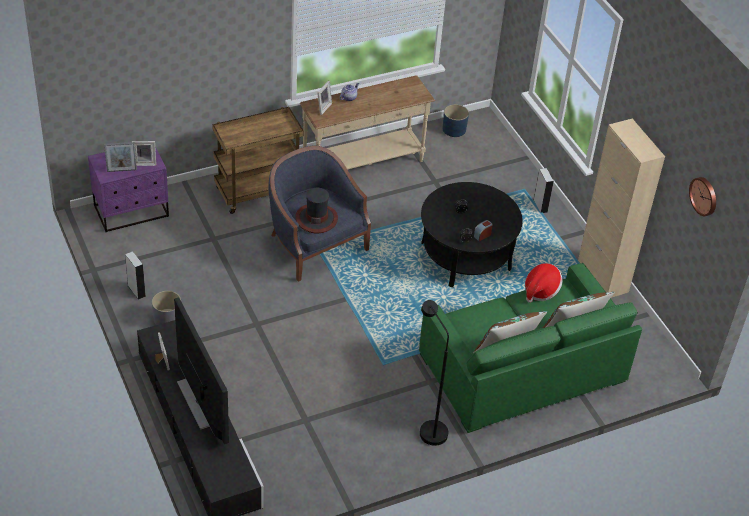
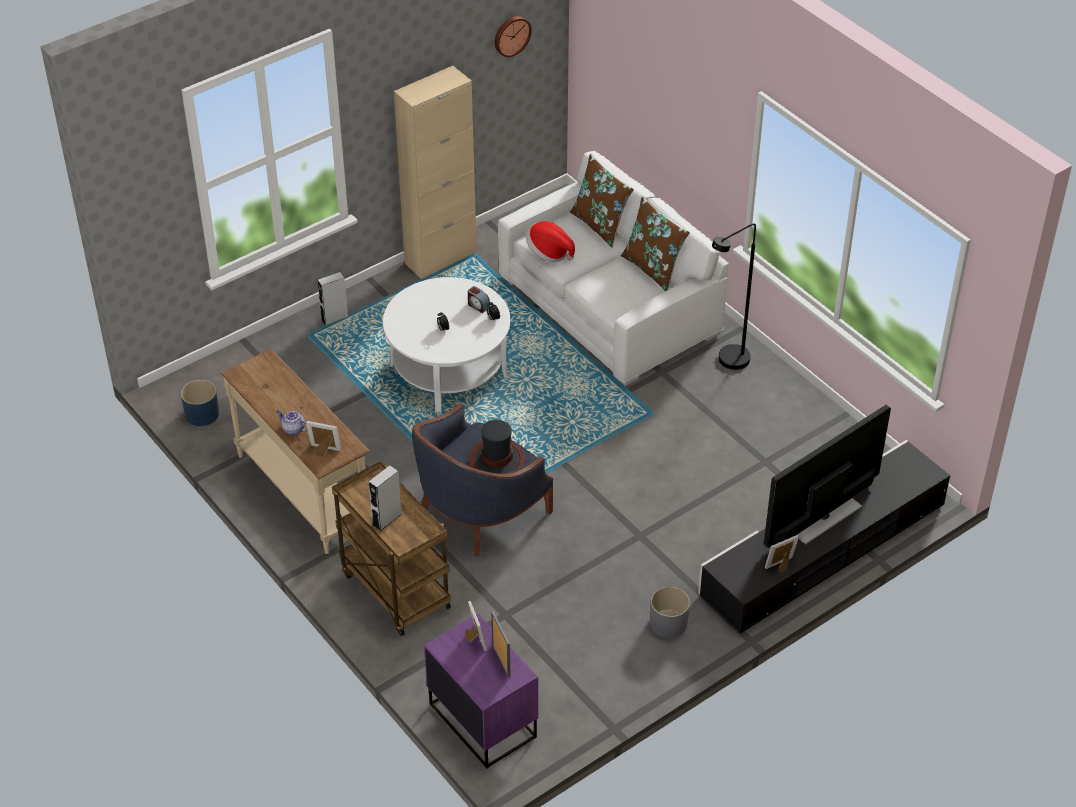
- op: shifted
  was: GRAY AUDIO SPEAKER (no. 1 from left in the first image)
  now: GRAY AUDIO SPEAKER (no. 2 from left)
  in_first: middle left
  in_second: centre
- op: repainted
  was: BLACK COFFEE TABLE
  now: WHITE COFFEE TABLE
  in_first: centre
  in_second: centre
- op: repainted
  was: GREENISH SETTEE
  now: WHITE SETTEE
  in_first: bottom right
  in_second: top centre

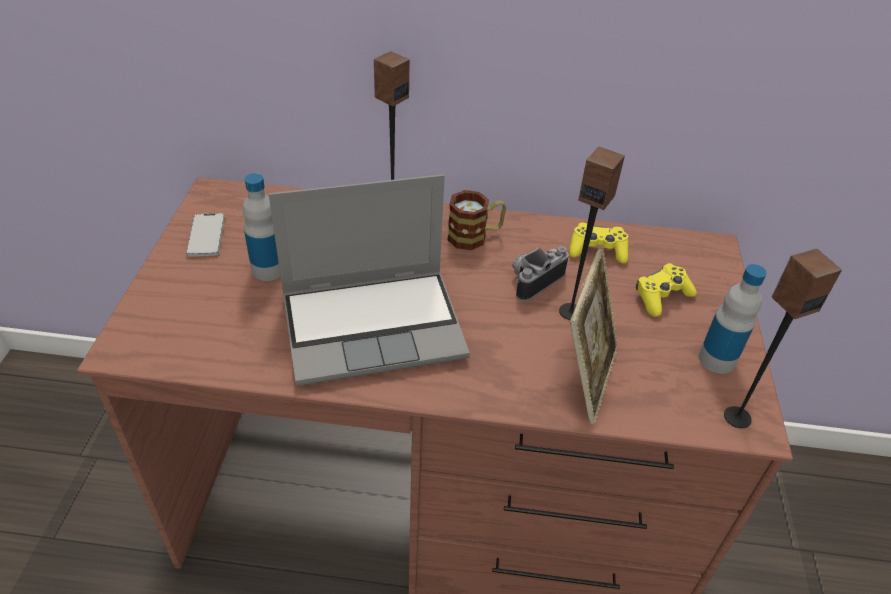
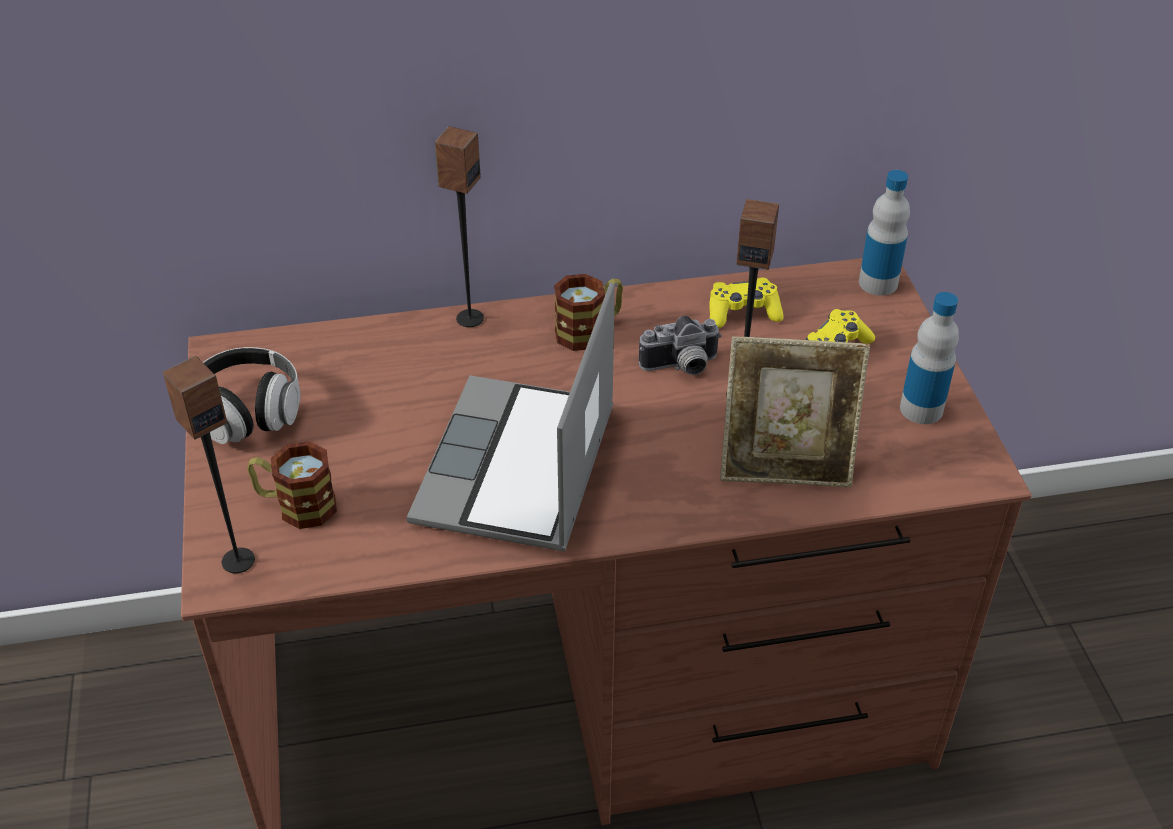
- op: shifted
  was: AUDIO SPEAKER (no. 3 from left in the first image)
  now: AUDIO SPEAKER (no. 1 from left)
  in_first: middle right
  in_second: middle left
- op: swapped
  was: PHONE
  now: HEADPHONES
  in_first: middle left
  in_second: middle left
- op: new
  now: COFFEE MUG (no. 1 from left)
  in_second: middle left
- op: rotated
  was: PORTABLE COMPUTER
  in_first: centre
  in_second: centre
  clockwise: 135
- op: rotated
  was: PHOTO CAMERA
  in_first: centre
  in_second: centre
  clockwise: -135
- op: rotated
  was: PHOTO FRAME
  in_first: middle right
  in_second: middle right
  clockwise: 90
- op: shifted
  was: DRINK BOTTLE (no. 1 from left)
  in_first: middle left
  in_second: top right

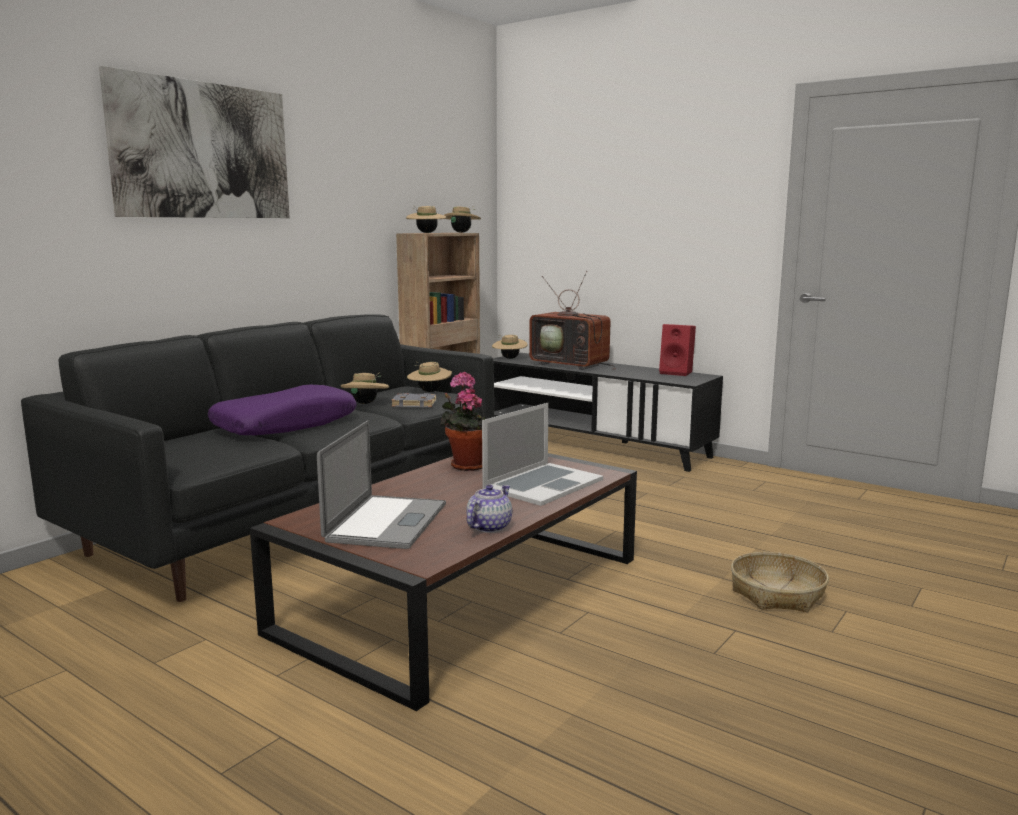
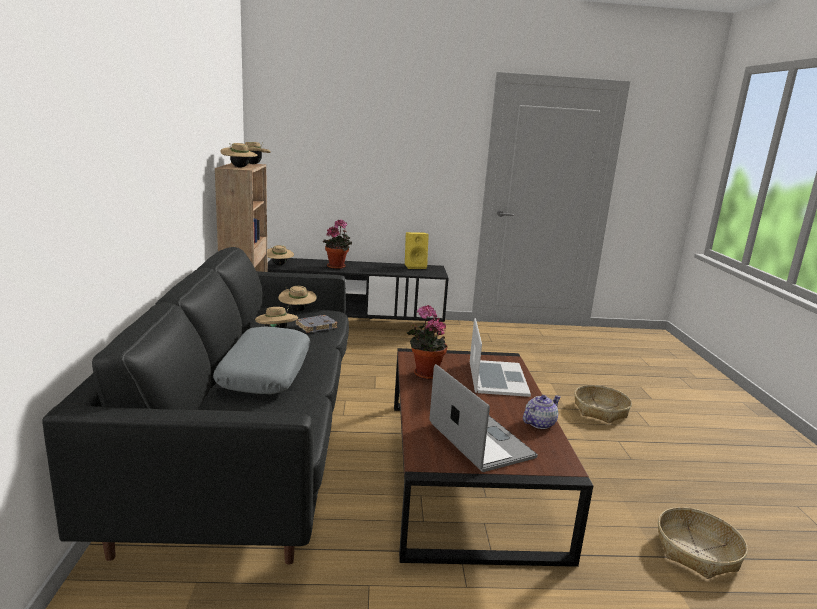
- op: repainted
  was: PURPLISH CUSHION
  now: GRAY CUSHION
  in_first: middle left
  in_second: middle left
- op: swapped
  was: TV
  now: POTTED PLANT (no. 1 from left)
  in_first: centre
  in_second: centre
- op: repainted
  was: RED-COLOURED AUDIO SPEAKER
  now: YELLOWISH AUDIO SPEAKER
  in_first: centre
  in_second: centre
- op: rotated
  was: TEA POT
  in_first: centre
  in_second: bottom centre
  clockwise: 60
- op: new
  now: HOUSEHOLD BASKET (no. 2 from left)
  in_second: bottom right
- op: gone
  was: PICTURE
  in_first: top left

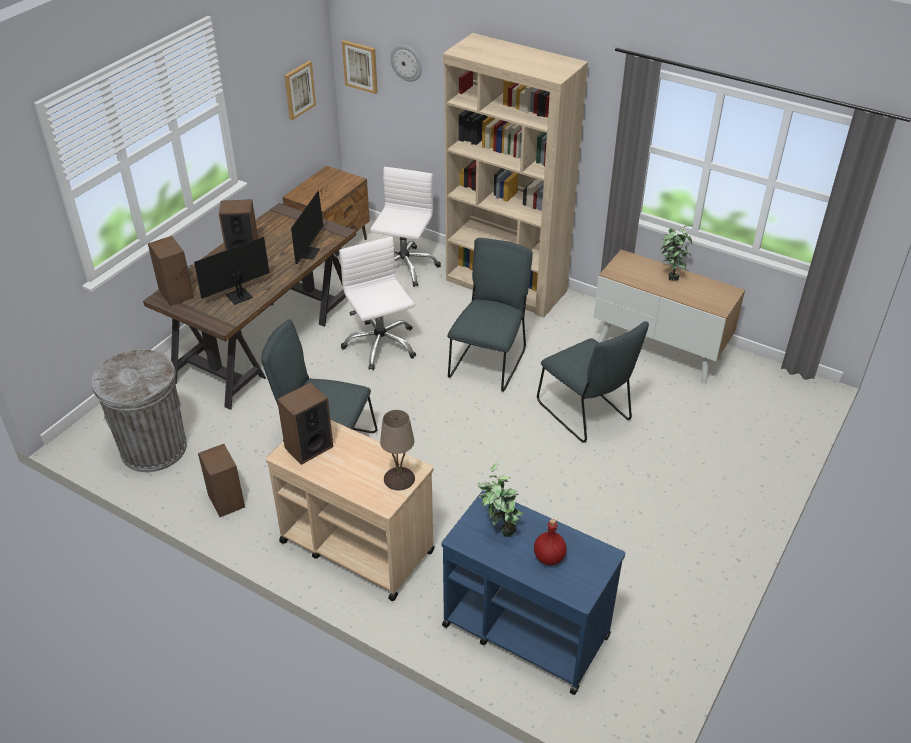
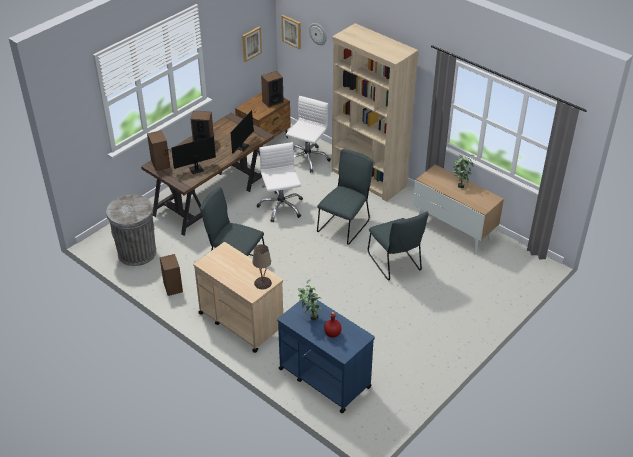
- op: shifted
  was: AUDIO SPEAKER (no. 4 from left)
  in_first: centre
  in_second: top centre

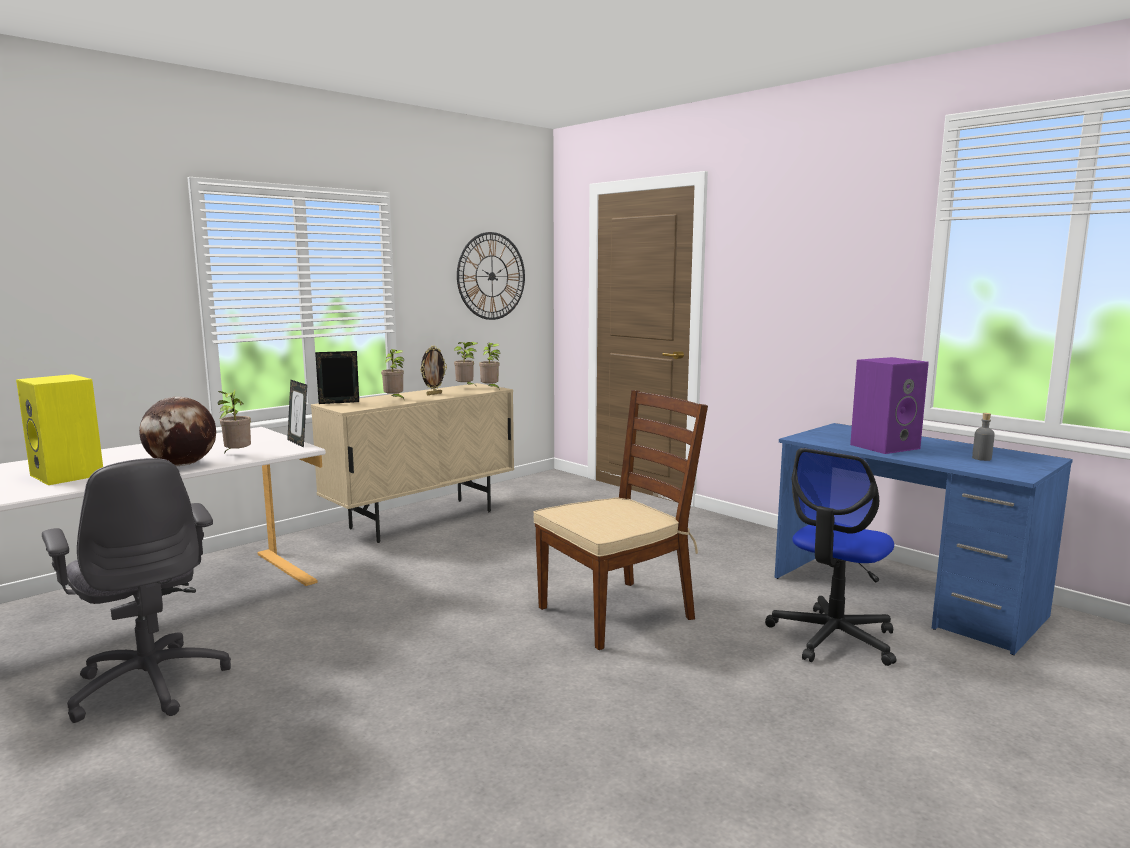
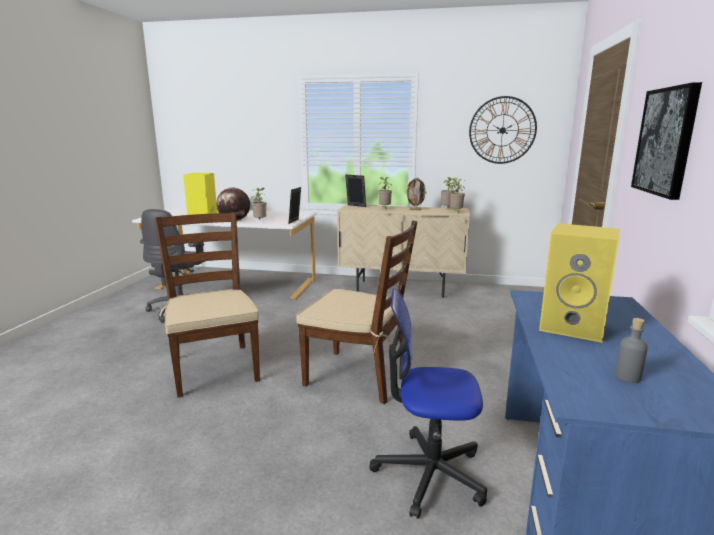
- op: new
  now: BROWN PLAIN CHAIR (no. 1 from left)
  in_second: middle left
- op: repainted
  was: PURPLISH AUDIO SPEAKER
  now: YELLOWISH AUDIO SPEAKER (no. 2 from left)
  in_first: middle right
  in_second: middle right
- op: new
  now: PICTURE
  in_second: top right

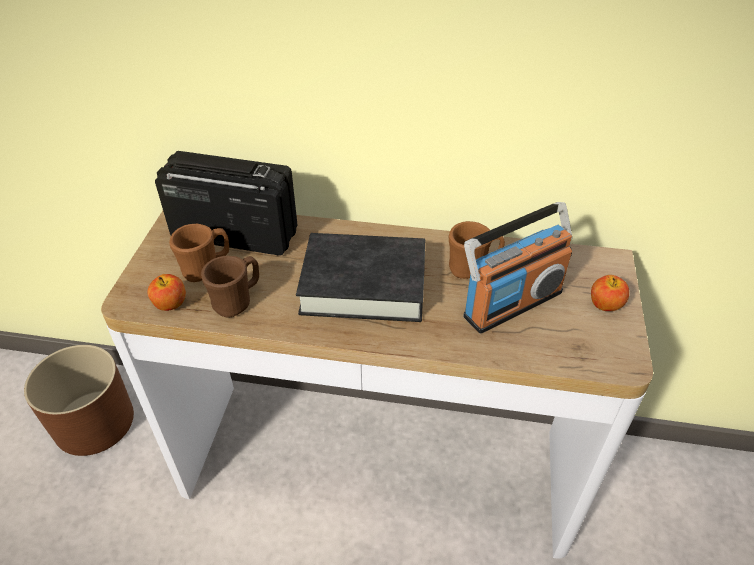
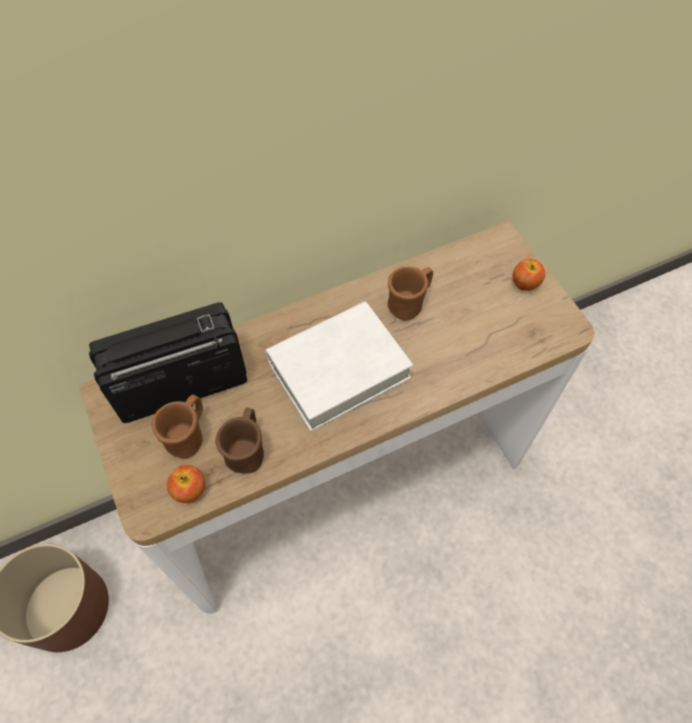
- op: repainted
  was: BLACK BOOK
  now: WHITE BOOK
  in_first: centre
  in_second: centre
- op: gone
  was: RADIO (no. 2 from left)
  in_first: middle right

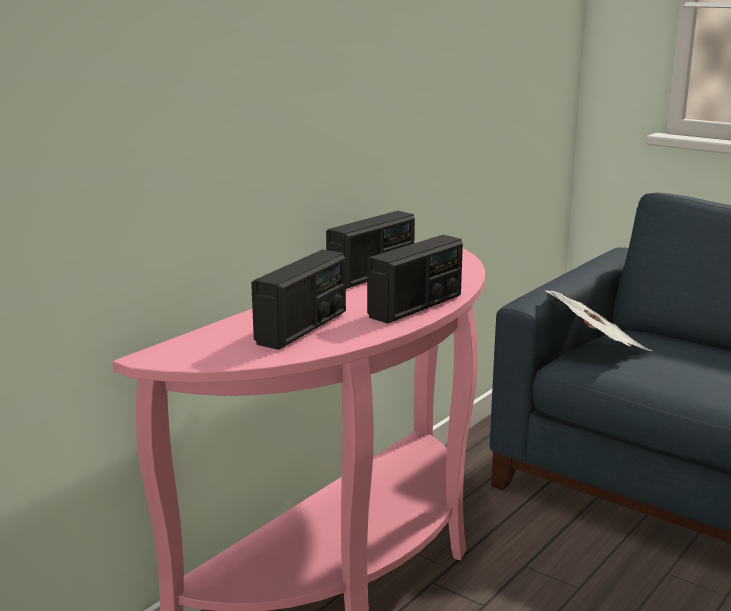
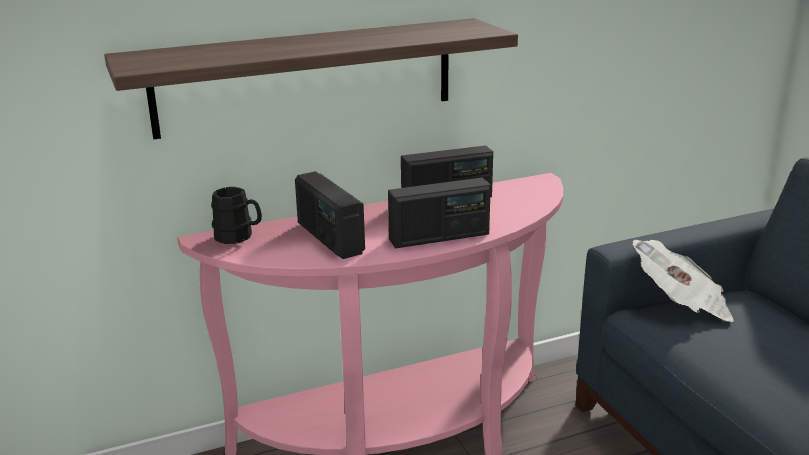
- op: new
  now: BRACKET SHELF
  in_second: top centre
- op: new
  now: BLACK COFFEE MUG
  in_second: middle left
- op: rotated
  was: RADIO (no. 1 from left)
  in_first: centre
  in_second: centre
  clockwise: 90

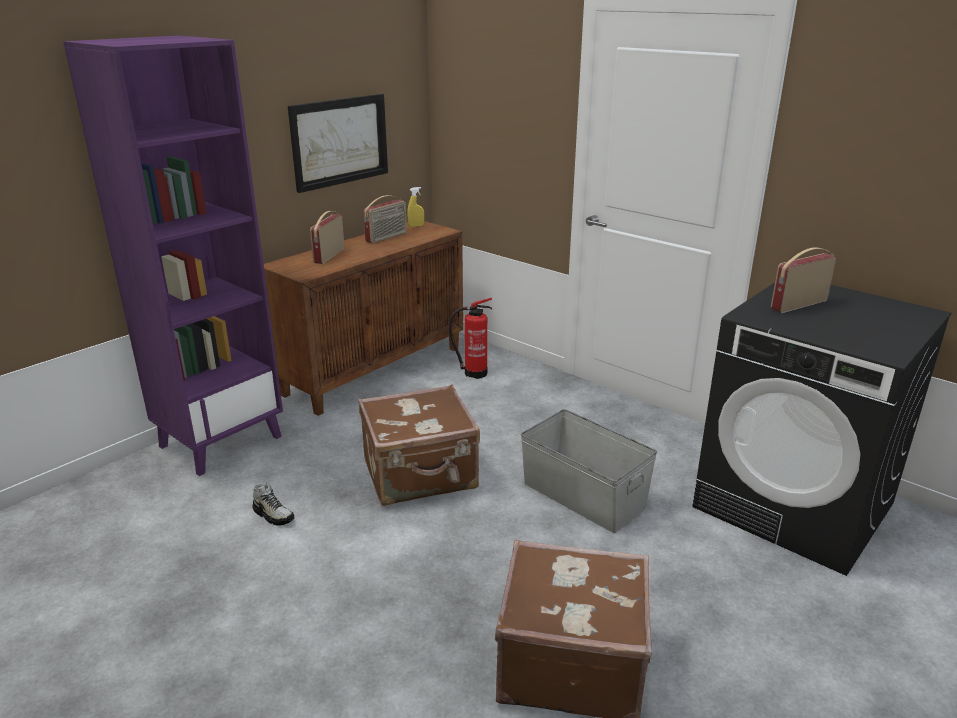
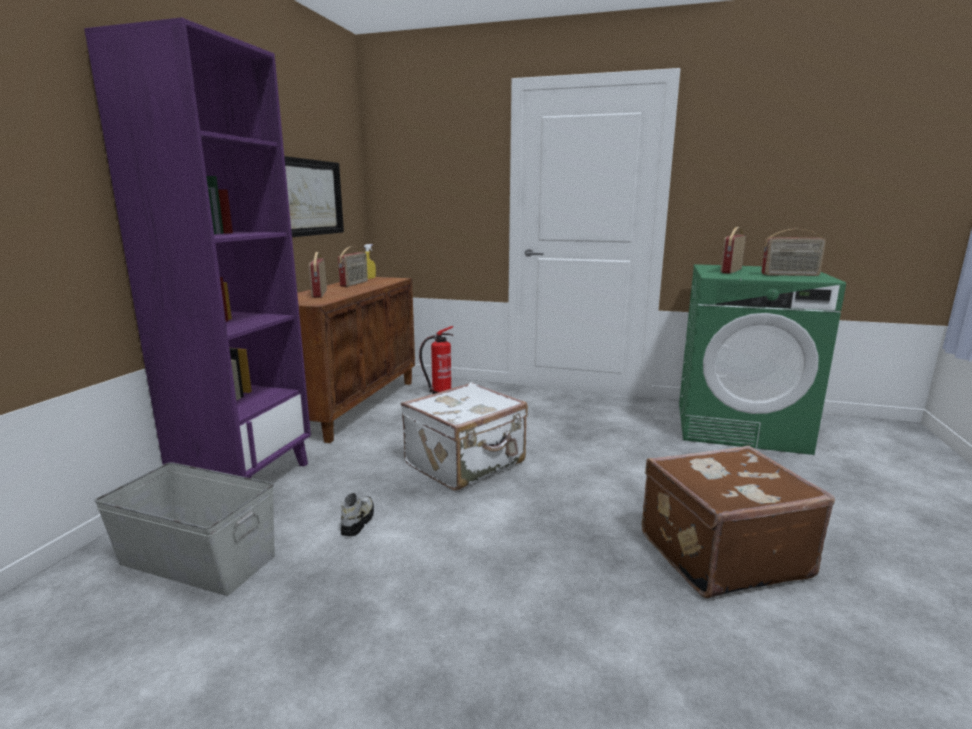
- op: shifted
  was: GRAY STORAGE CONTAINER
  in_first: centre
  in_second: bottom left
- op: rotated
  was: LOW SHOE
  in_first: bottom left
  in_second: bottom centre
  clockwise: -90
- op: repainted
  was: BROWN SUITCASE (no. 1 from left)
  now: WHITE SUITCASE
  in_first: centre
  in_second: centre
- op: repainted
  was: BLACK LAUNDRY APPLIANCE
  now: GREENISH LAUNDRY APPLIANCE
  in_first: middle right
  in_second: middle right
- op: new
  now: RADIO (no. 4 from left)
  in_second: middle right

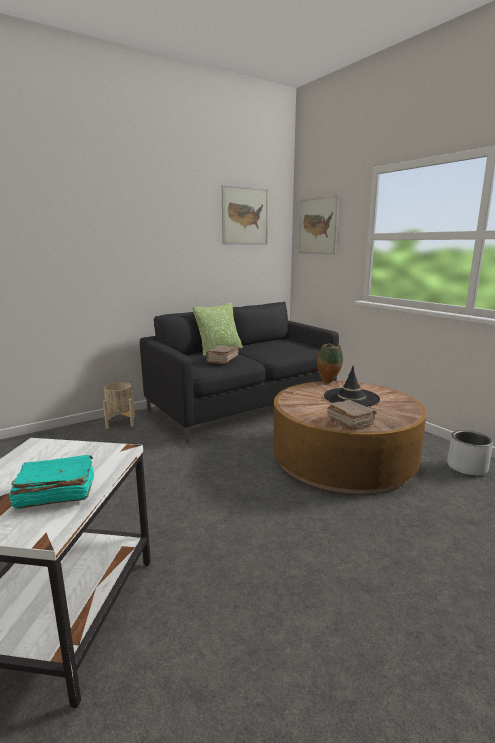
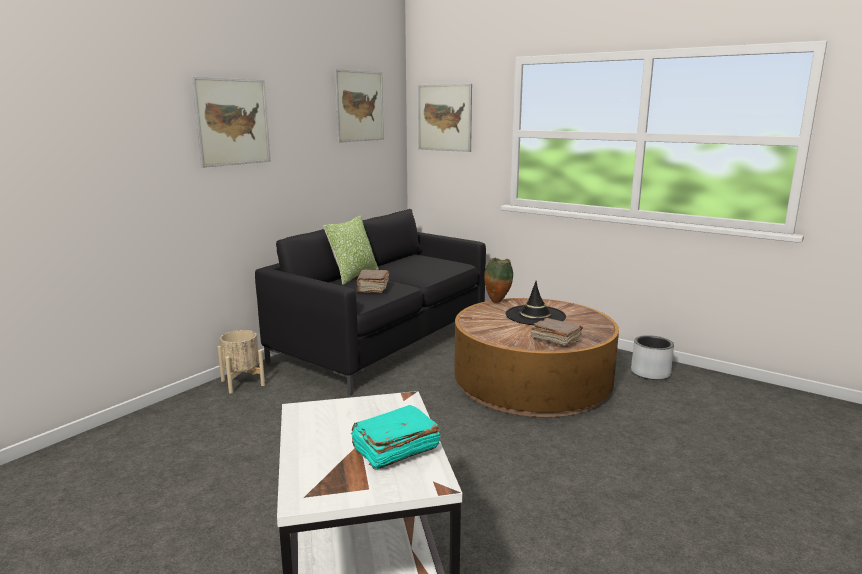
- op: new
  now: PICTURE (no. 1 from left)
  in_second: top left

